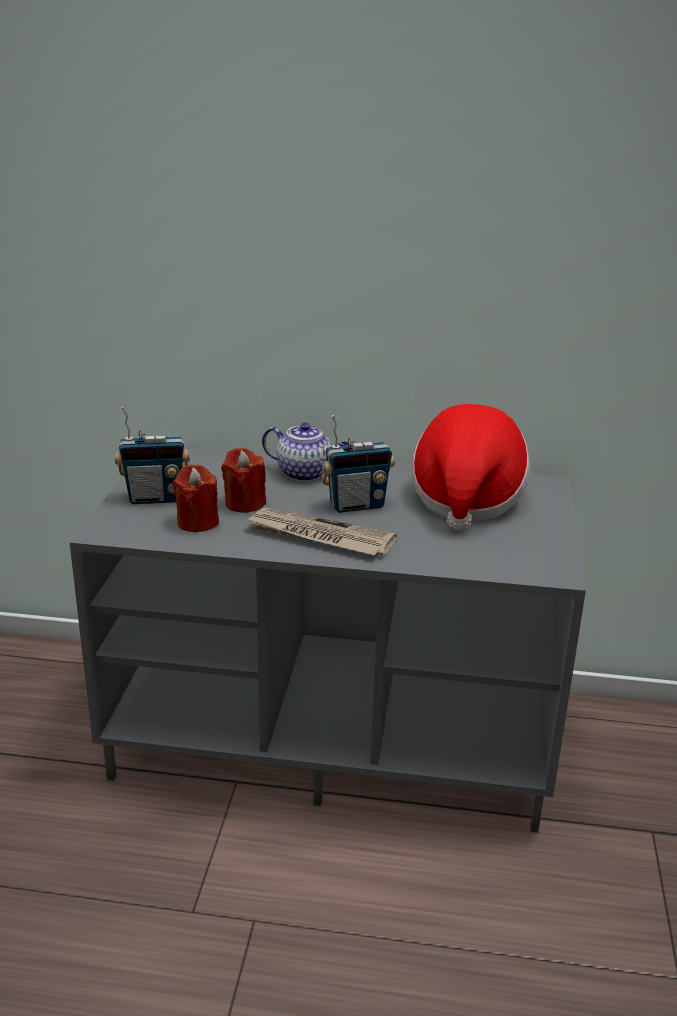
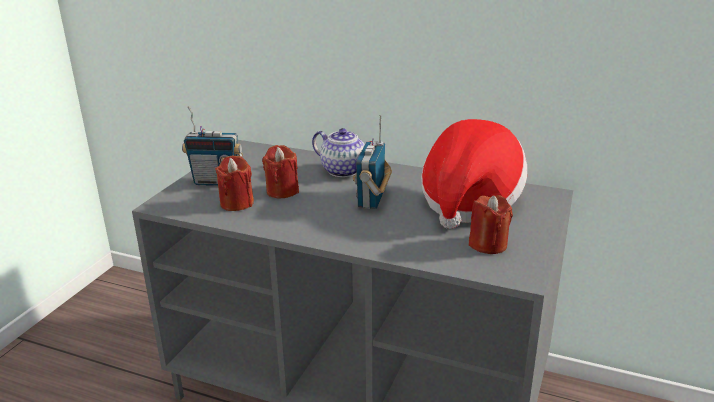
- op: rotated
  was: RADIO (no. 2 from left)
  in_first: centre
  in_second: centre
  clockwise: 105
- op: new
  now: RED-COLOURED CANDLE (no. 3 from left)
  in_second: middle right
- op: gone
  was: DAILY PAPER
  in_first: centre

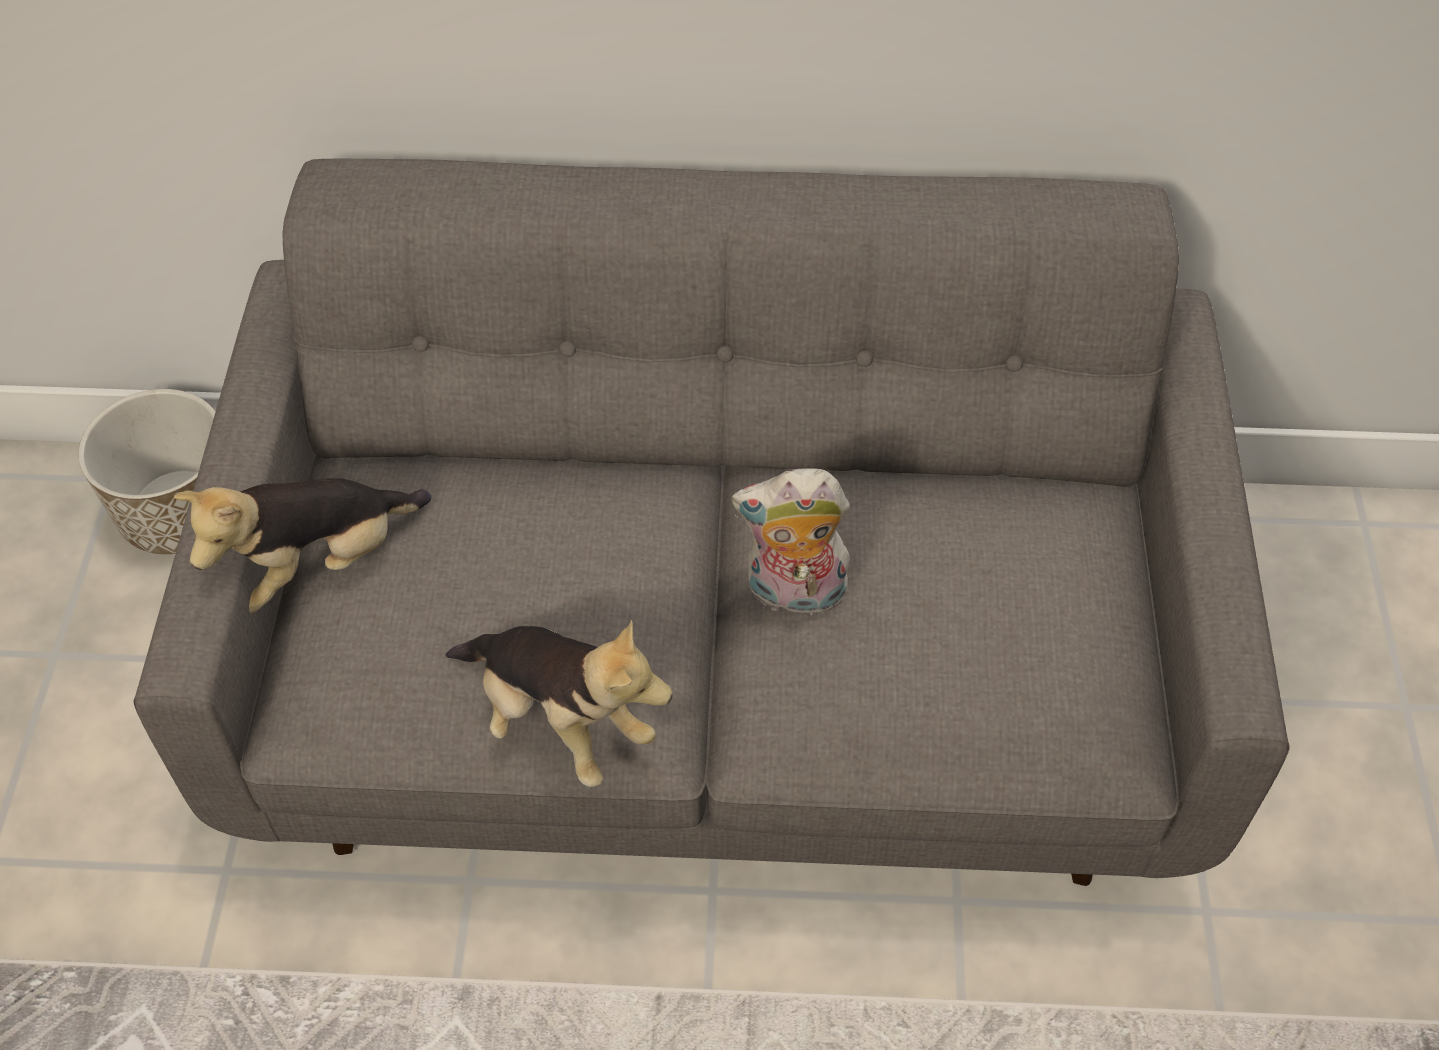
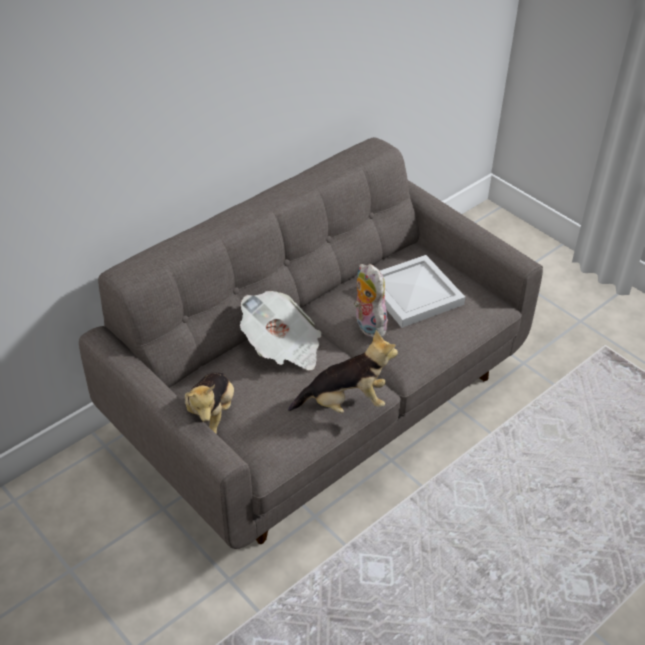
- op: new
  now: DAILY PAPER
  in_second: centre
- op: rotated
  was: SOFT TOY (no. 3 from left)
  in_first: centre
  in_second: centre
  clockwise: 105
- op: new
  now: WHITE CARRYING TRAY
  in_second: centre
- op: gone
  was: FLOWER POT
  in_first: middle left

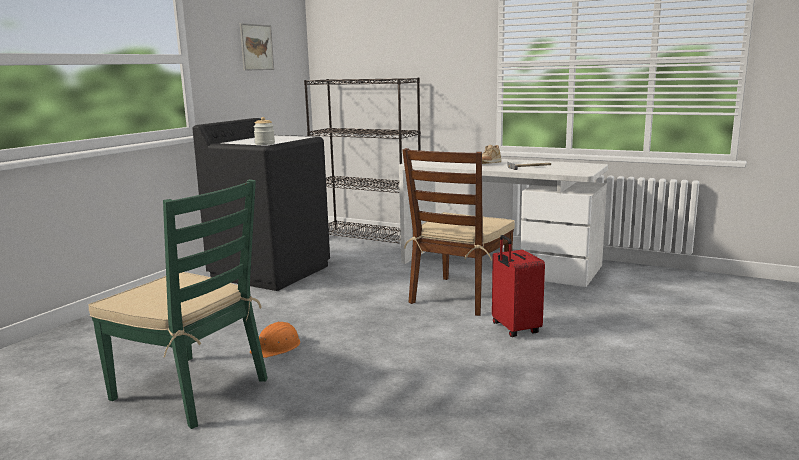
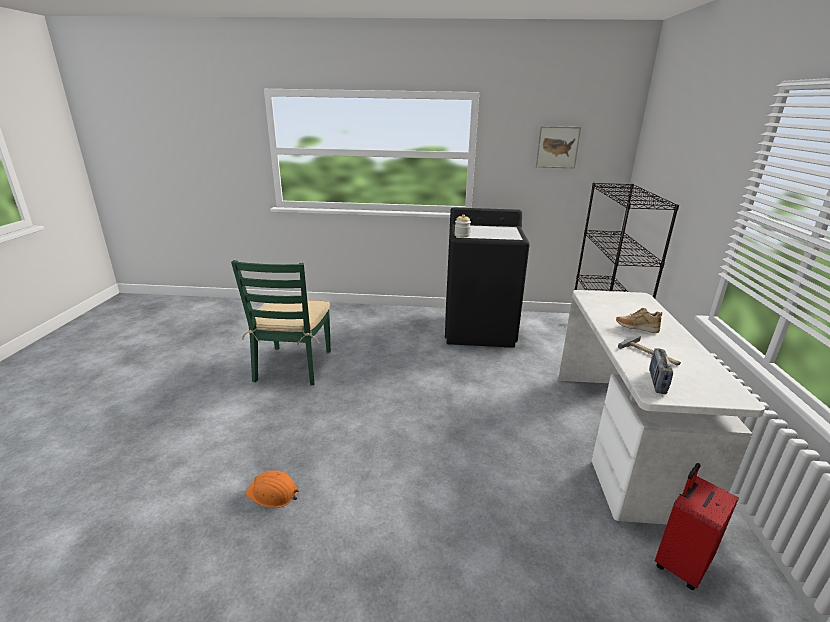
- op: shifted
  was: ORANGEY WORK HELMET
  in_first: bottom centre
  in_second: bottom left
- op: new
  now: RADIO
  in_second: middle right
- op: shifted
  was: RED-COLOURED SUITCASE
  in_first: centre
  in_second: bottom right
- op: gone
  was: BROWN PLAIN CHAIR
  in_first: centre

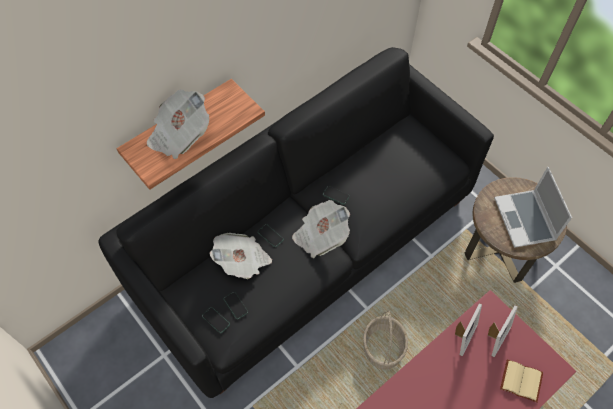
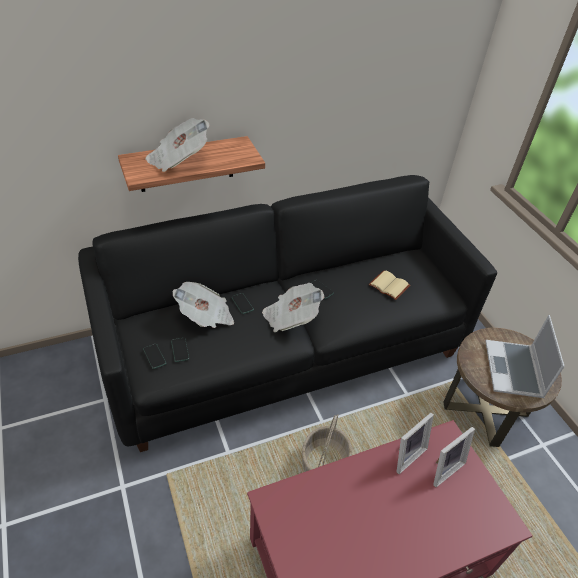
- op: shifted
  was: BEIGE BOOK
  in_first: bottom right
  in_second: middle right

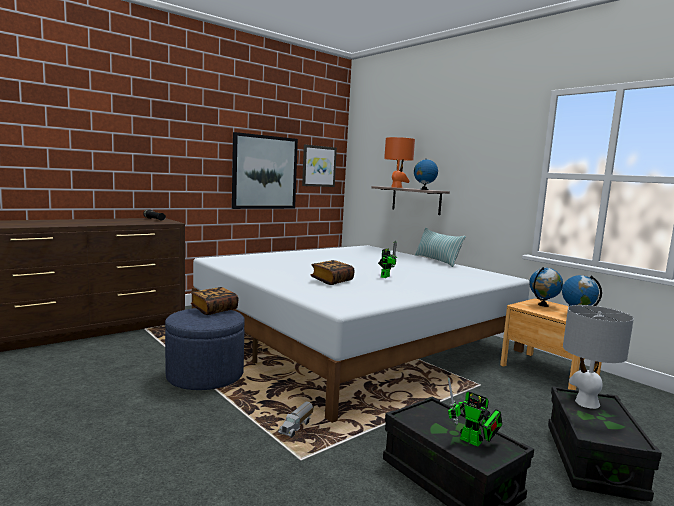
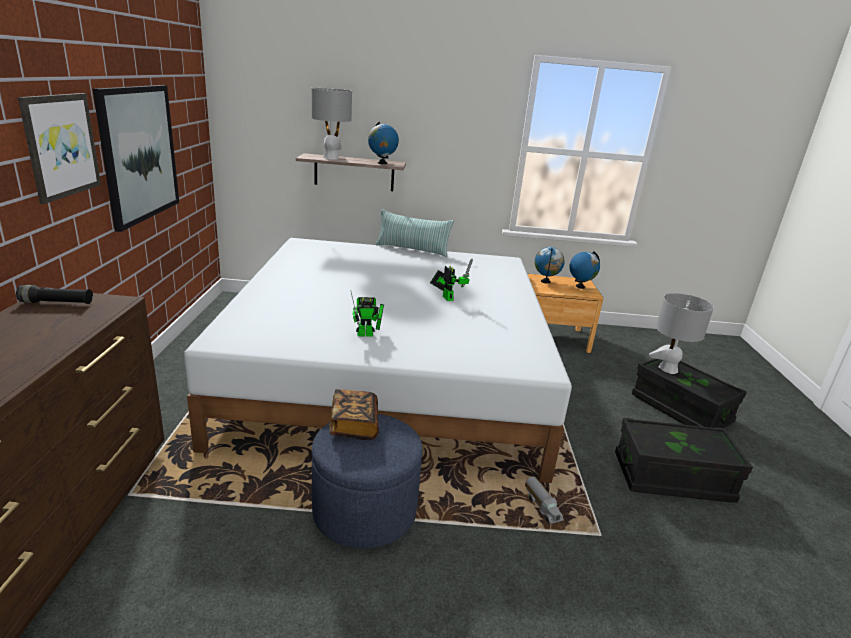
- op: shifted
  was: PICTURE (no. 2 from left in the first image)
  now: PICTURE (no. 1 from left)
  in_first: top centre
  in_second: top left
- op: repainted
  was: ORANGEY LAMP FOR A TABLE
  now: GRAY LAMP FOR A TABLE (no. 1 from left)
  in_first: top centre
  in_second: top centre
- op: shifted
  was: ROBOT FIGURE (no. 2 from left in the first image)
  now: ROBOT FIGURE (no. 1 from left)
  in_first: bottom right
  in_second: centre
- op: gone
  was: BOOK (no. 2 from left)
  in_first: centre

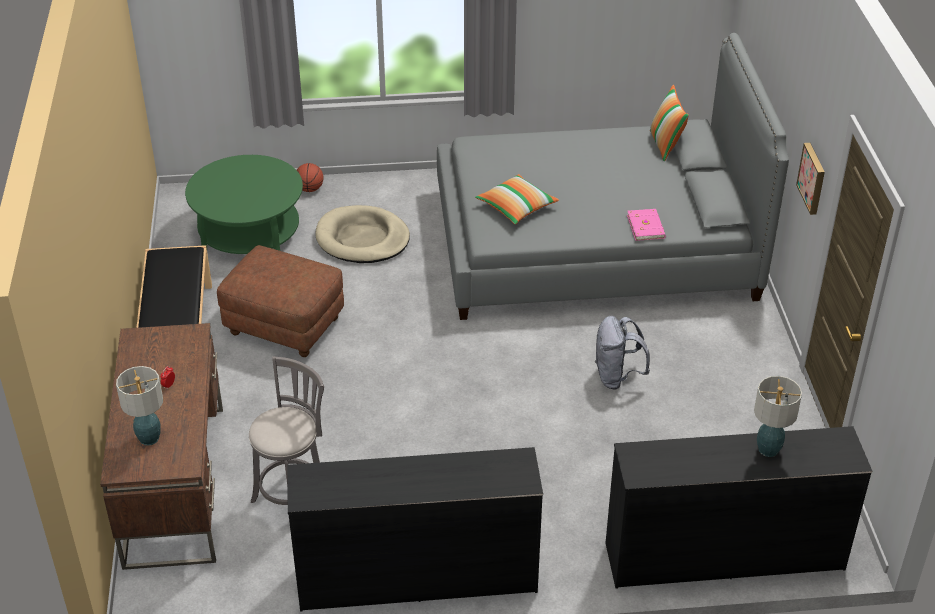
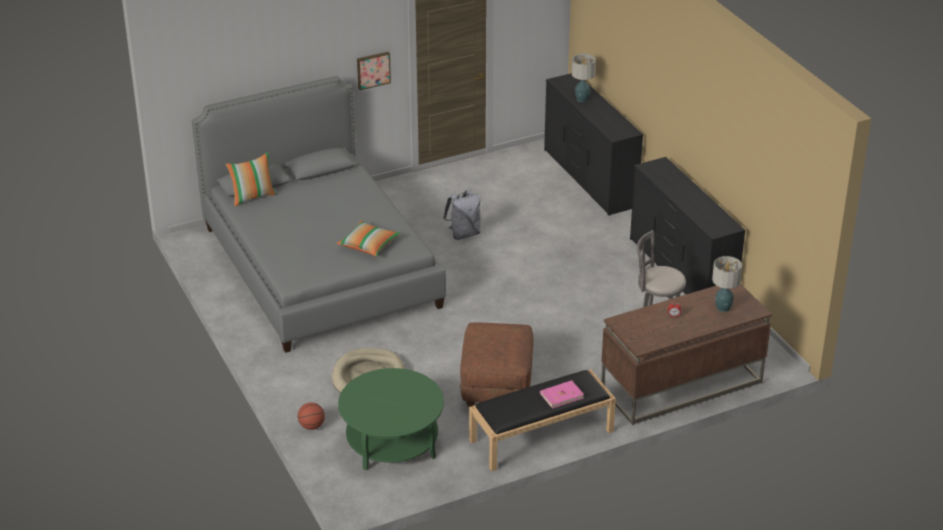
- op: shifted
  was: PINKISH BOOK
  in_first: middle right
  in_second: bottom centre

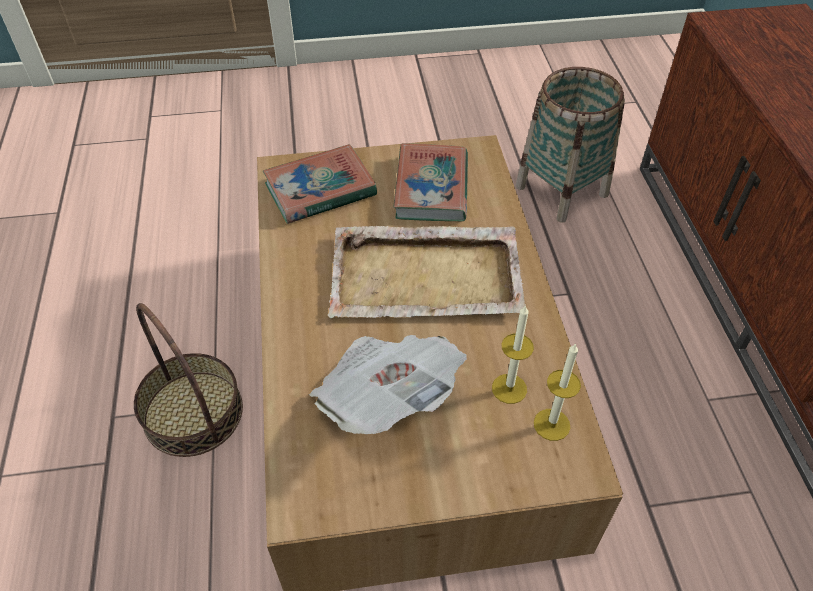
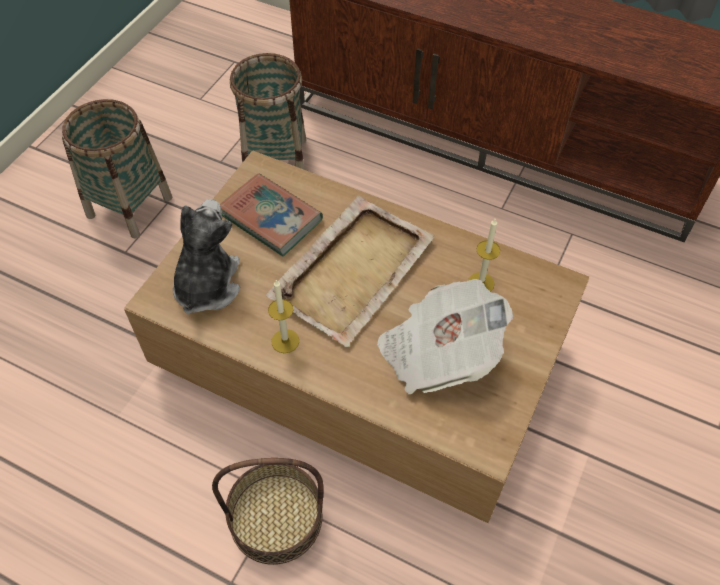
- op: new
  now: HOUSEHOLD BASKET (no. 1 from left)
  in_second: top left
- op: swapped
  was: BOOK (no. 1 from left)
  now: SOFT TOY
  in_first: top centre
  in_second: middle left
- op: shifted
  was: CANDLE (no. 2 from left in the first image)
  now: CANDLE (no. 1 from left)
  in_first: middle right
  in_second: centre

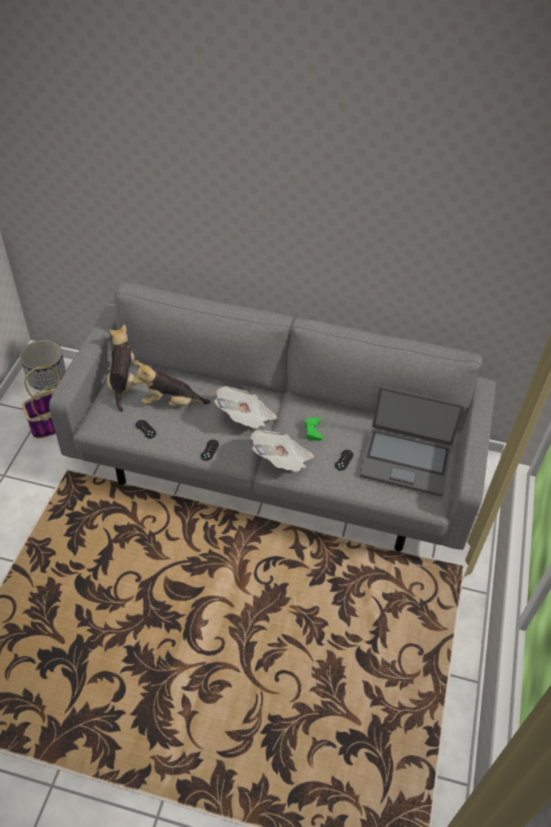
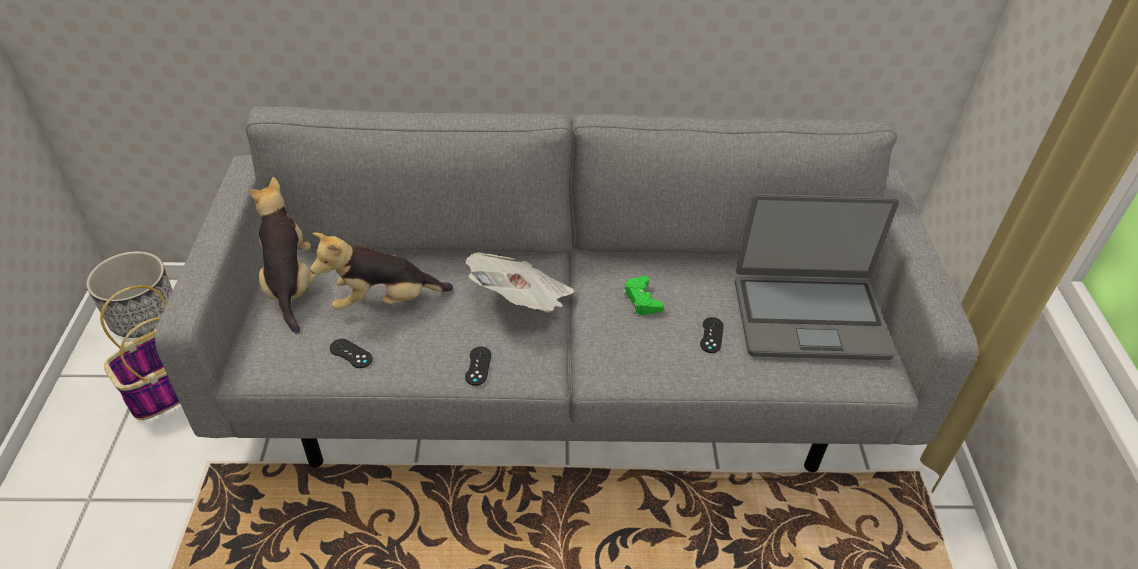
- op: gone
  was: DAILY PAPER (no. 2 from left)
  in_first: centre

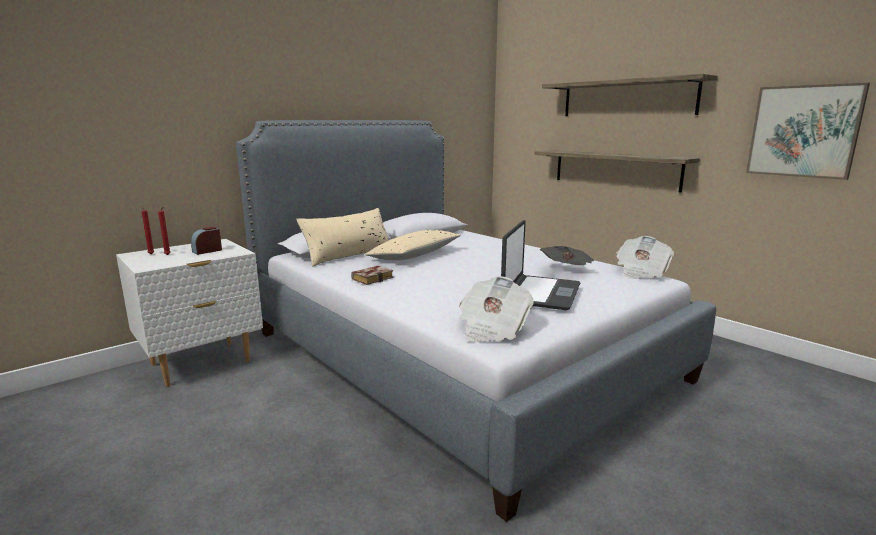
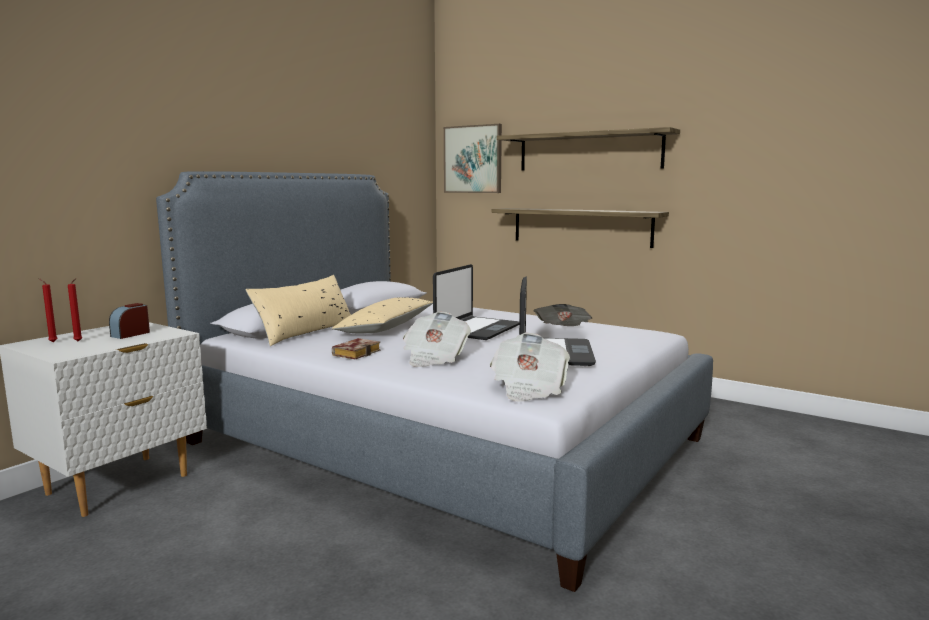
- op: shifted
  was: DAILY PAPER (no. 3 from left in the first image)
  now: DAILY PAPER (no. 1 from left)
  in_first: middle right
  in_second: centre
- op: new
  now: PORTABLE COMPUTER (no. 1 from left)
  in_second: centre
- op: shifted
  was: PICTURE
  in_first: top right
  in_second: top centre

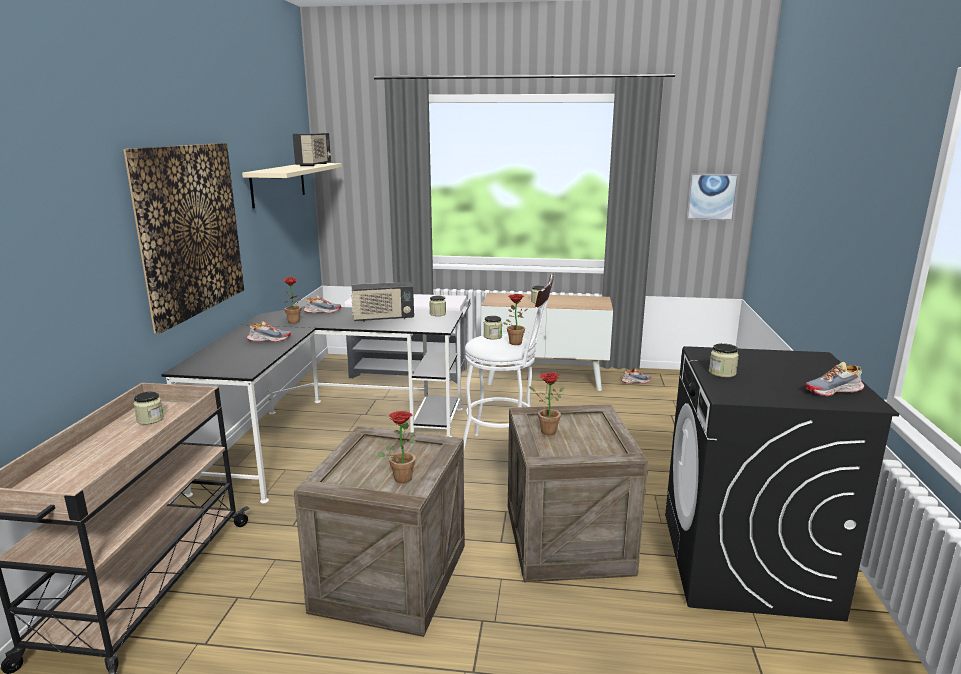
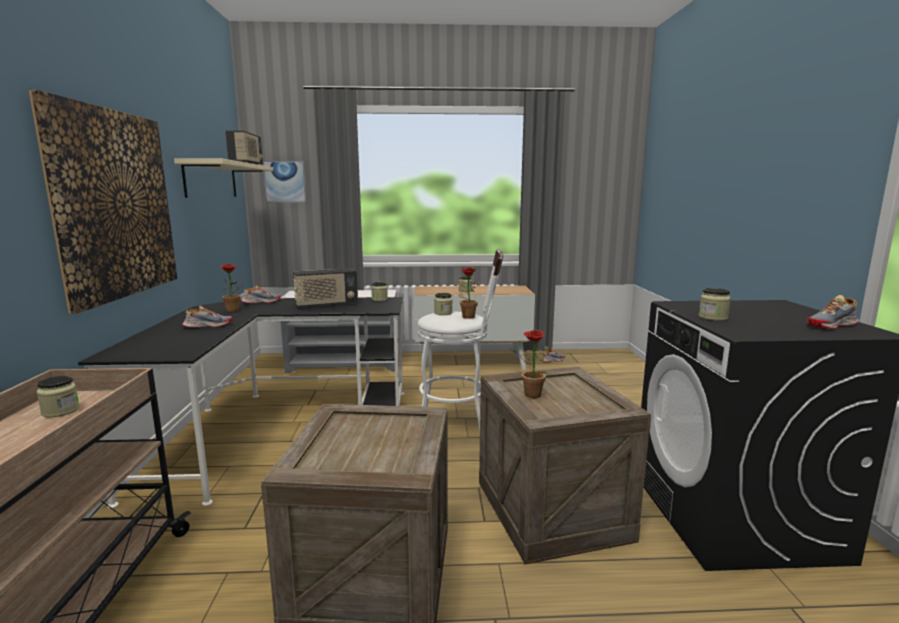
- op: shifted
  was: PICTURE (no. 2 from left)
  in_first: top right
  in_second: top left
- op: gone
  was: POTTED PLANT (no. 2 from left)
  in_first: centre

